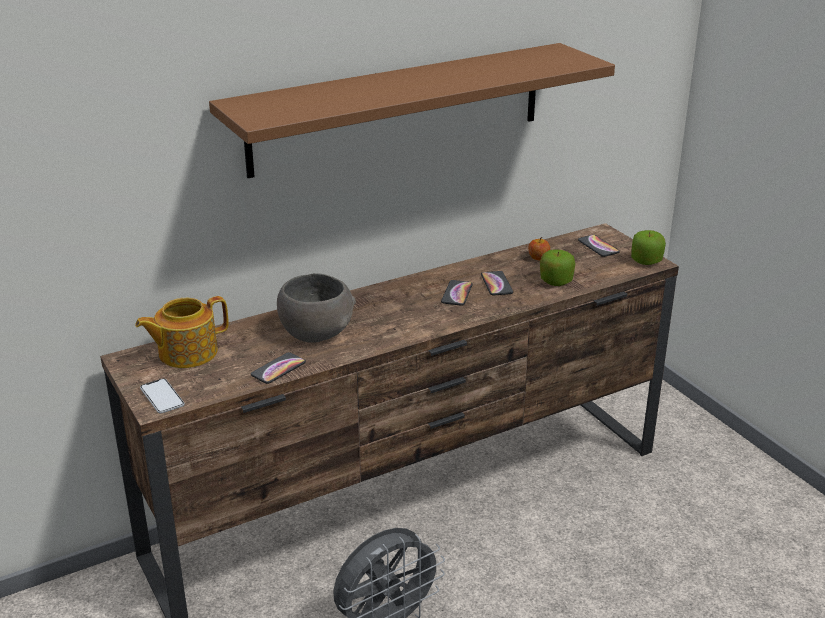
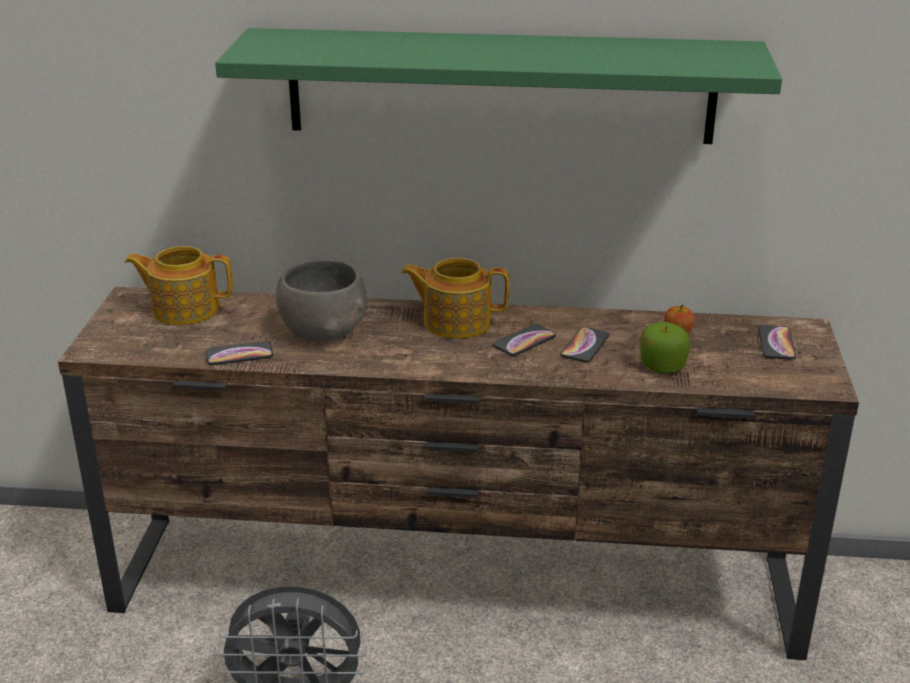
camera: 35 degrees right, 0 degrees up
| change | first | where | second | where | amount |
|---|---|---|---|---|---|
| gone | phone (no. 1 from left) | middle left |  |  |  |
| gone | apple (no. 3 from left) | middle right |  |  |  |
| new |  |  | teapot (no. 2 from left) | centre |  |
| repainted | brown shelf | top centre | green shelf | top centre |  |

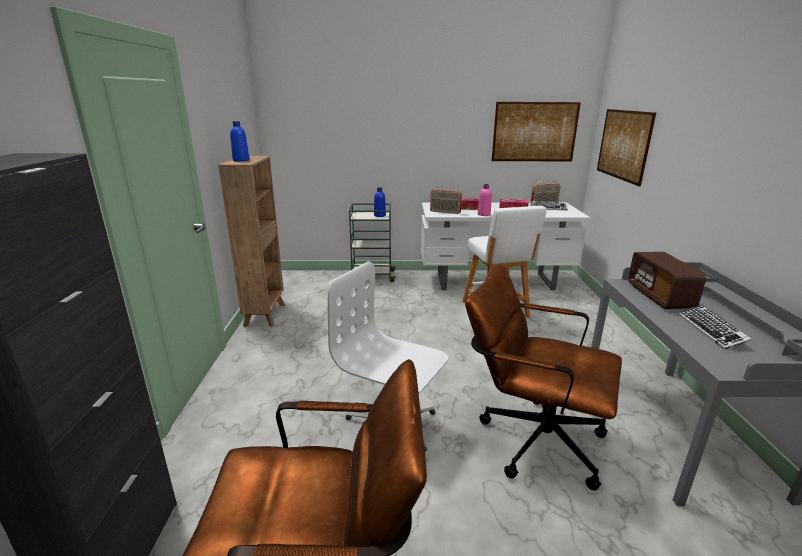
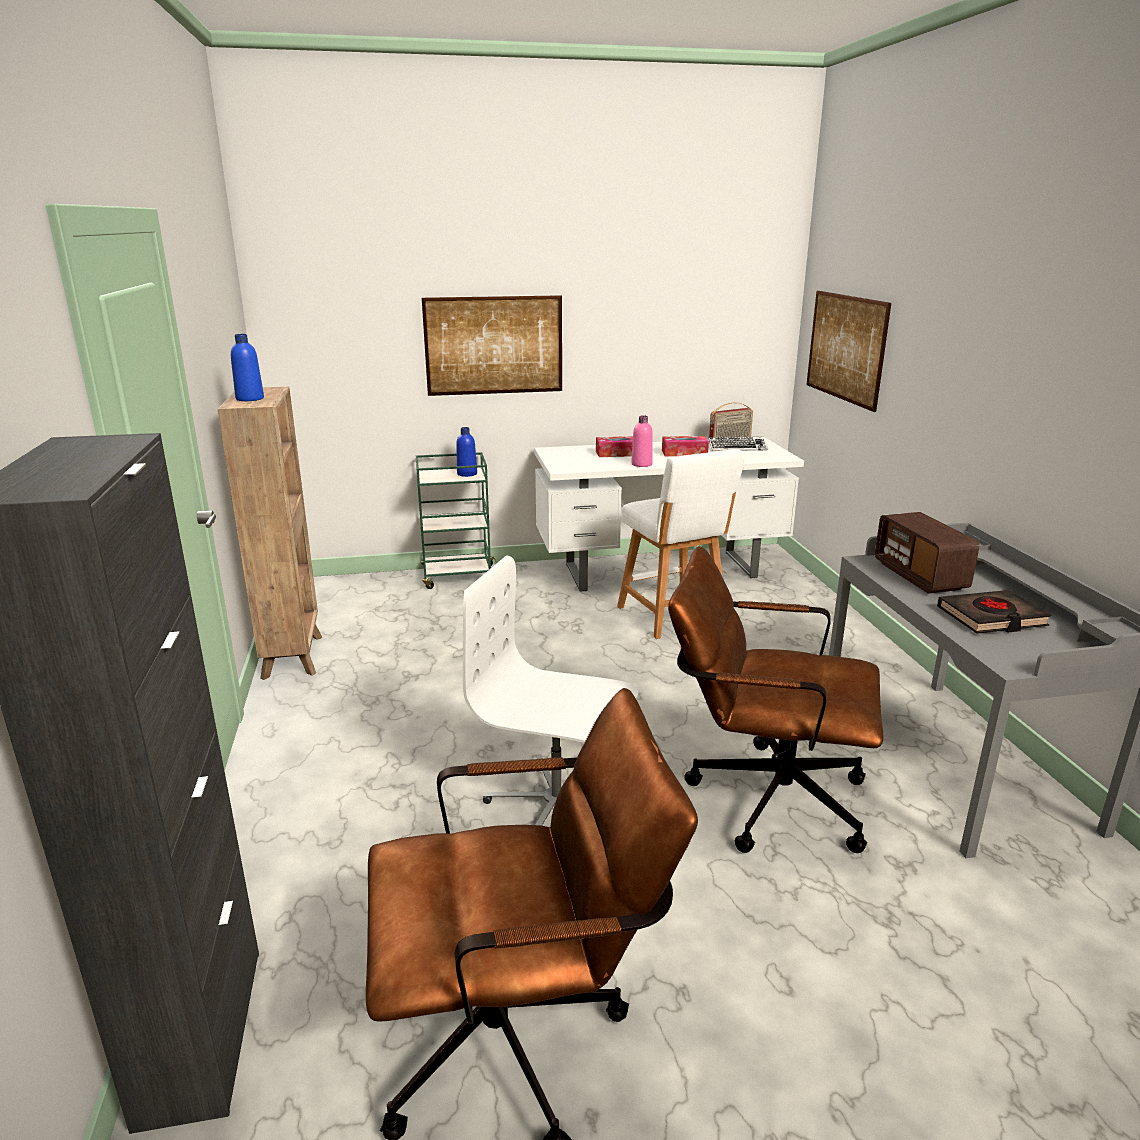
camera: 10 degrees left, 0 degrees up
| change | first | where | second | where | amount |
|---|---|---|---|---|---|
| gone | radio (no. 1 from left) | centre |  |  |  |
| shifted | picture (no. 1 from left) | top right |  | top centre |  |
| swapped | keyboard (no. 2 from left) | middle right | black book | middle right |  |

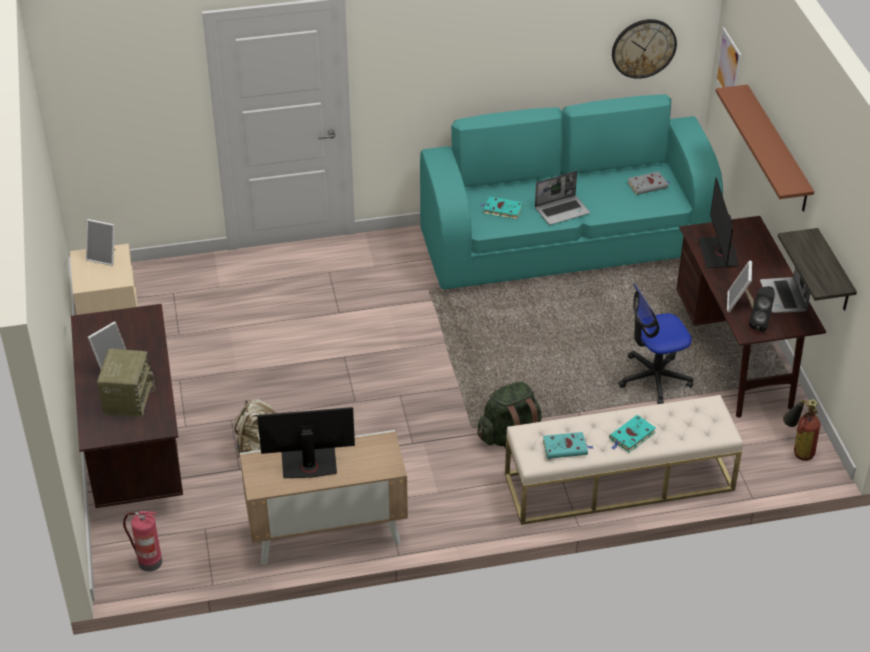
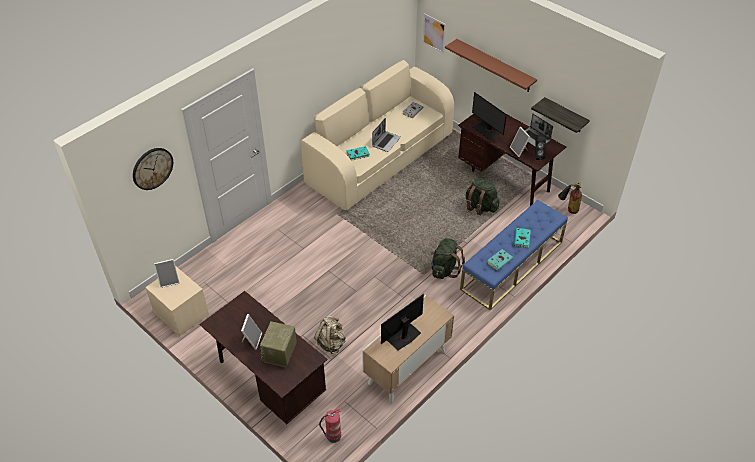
camera: 35 degrees left, 5 degrees up
| change | first | where | second | where | amount |
|---|---|---|---|---|---|
| shifted | wall clock | top right |  | middle left |  |
| swapped | office chair | middle right | green backpack (no. 2 from left) | centre |  |
| repainted | turquoise sofa | top centre | beige sofa | top centre |  |
| repainted | beige bench | bottom right | blue bench | middle right |  |
| rotated | radio | middle left |  | bottom centre | 135 degrees counterclockwise |

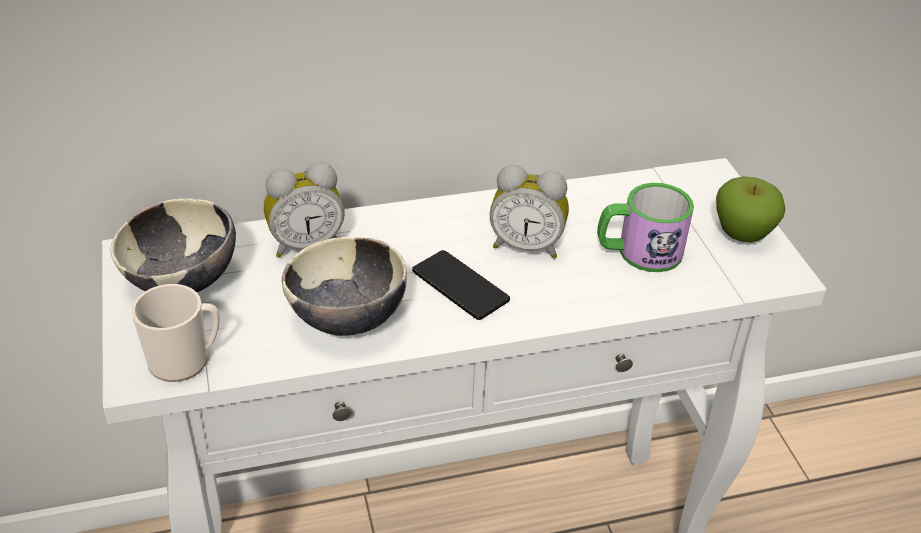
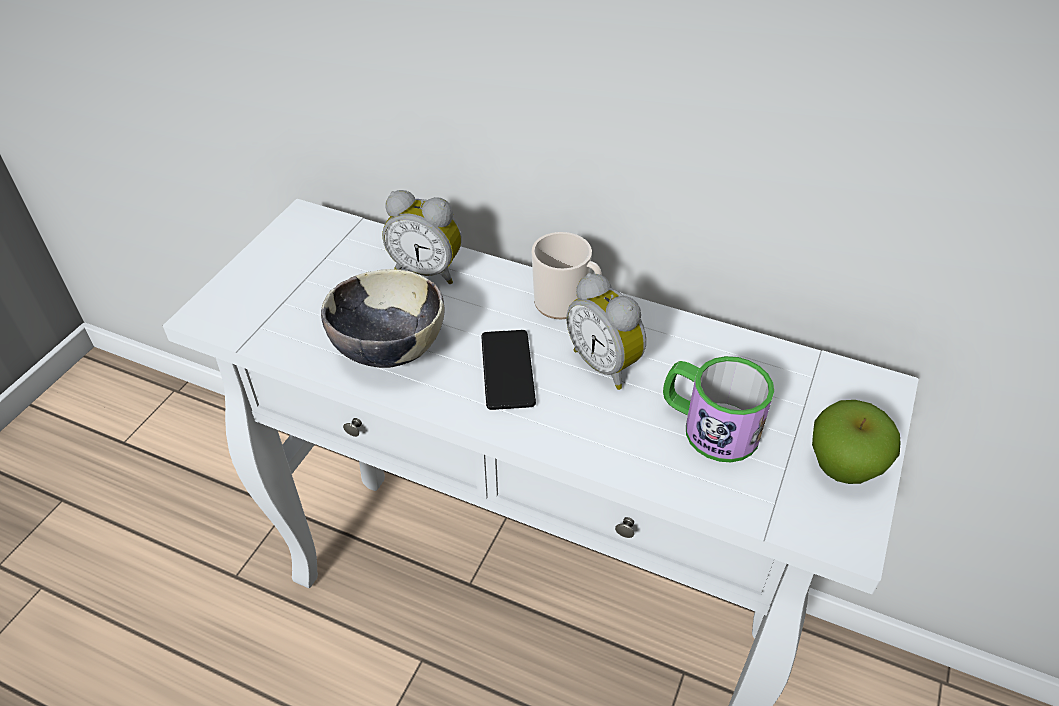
camera: 40 degrees right, 5 degrees up
| change | first | where | second | where | amount |
|---|---|---|---|---|---|
| gone | bowl (no. 1 from left) | middle left |  |  |  |
| shifted | mug (no. 1 from left) | middle left |  | centre |  |

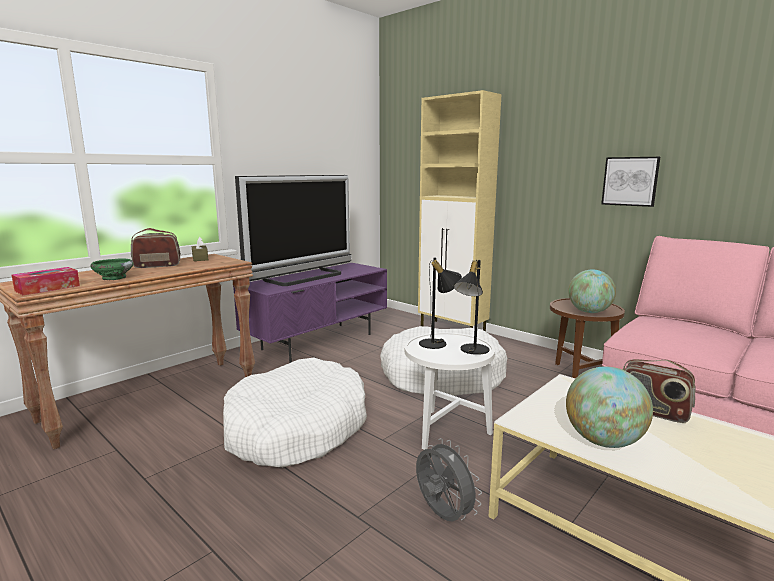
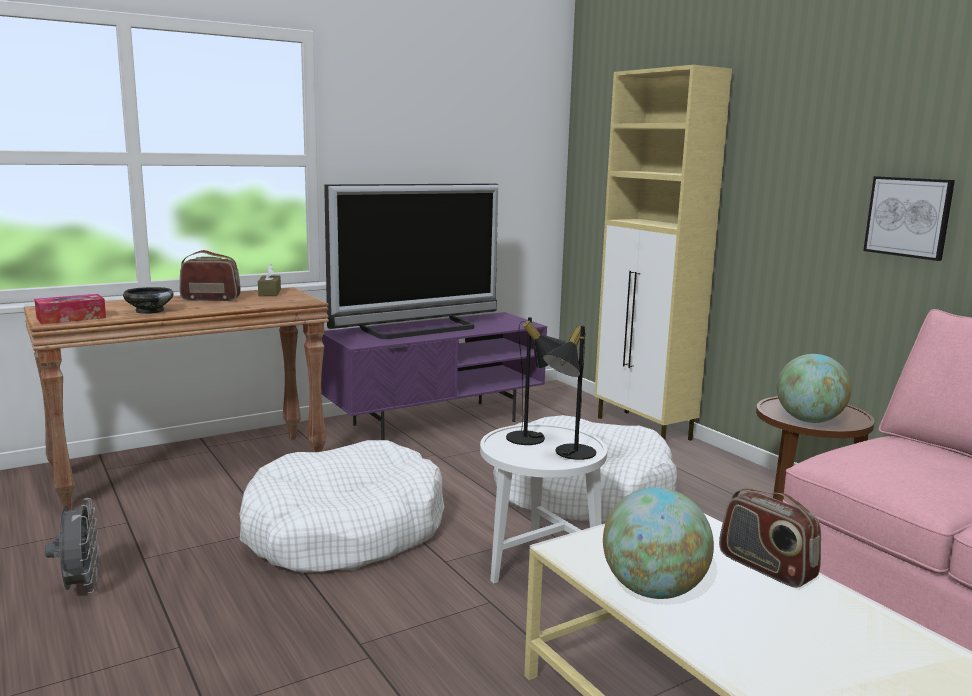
camera: 15 degrees right, 0 degrees up
| change | first | where | second | where | amount |
|---|---|---|---|---|---|
| shifted | grey fan | bottom centre |  | bottom left |  |
| repainted | green bowl | middle left | black bowl | middle left |  |

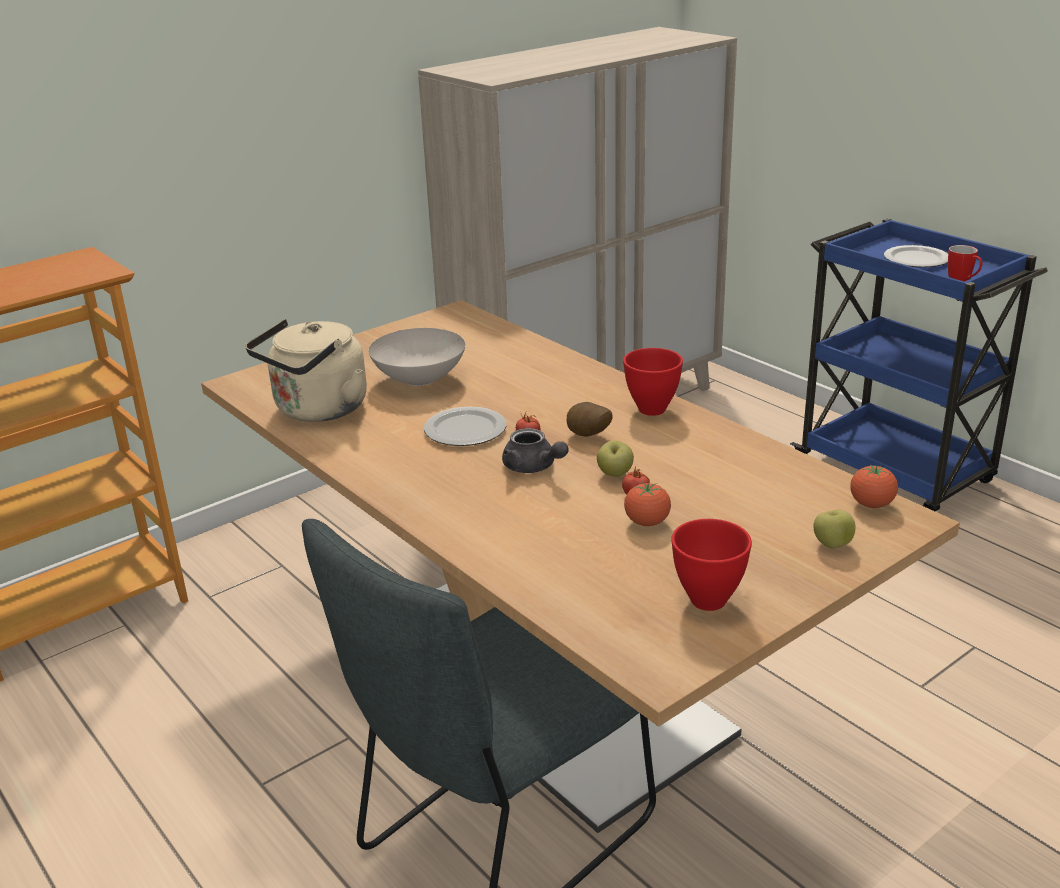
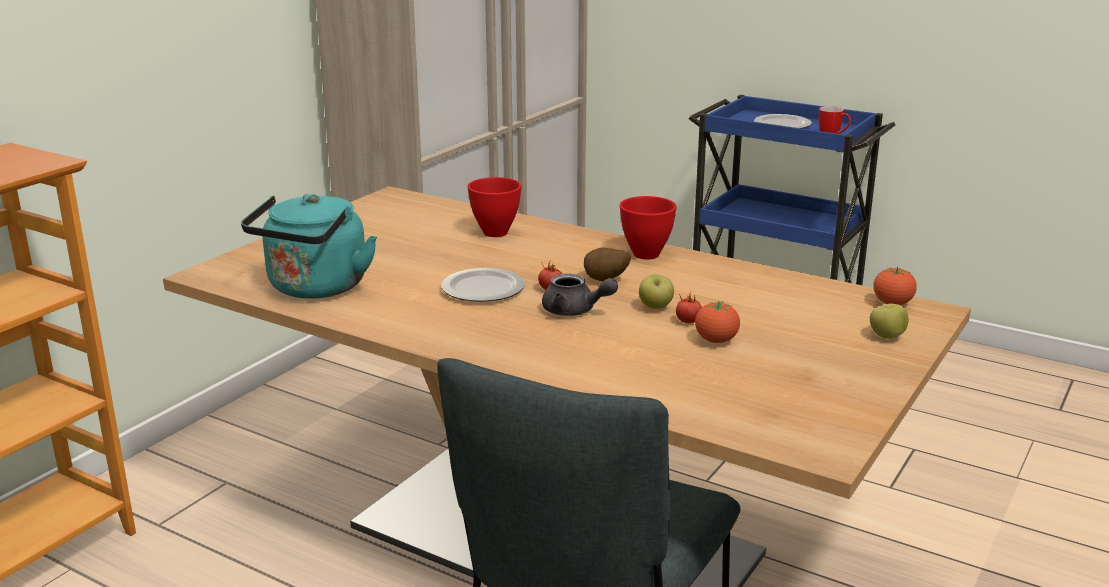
camera: 20 degrees left, 5 degrees down
| change | first | where | second | where | amount |
|---|---|---|---|---|---|
| gone | white bowl | centre |  |  |  |
| shifted | red bowl (no. 2 from left in the first image) | middle right | red bowl (no. 1 from left) | centre |  |
| repainted | beige kettle | middle left | turquoise kettle | middle left |  |

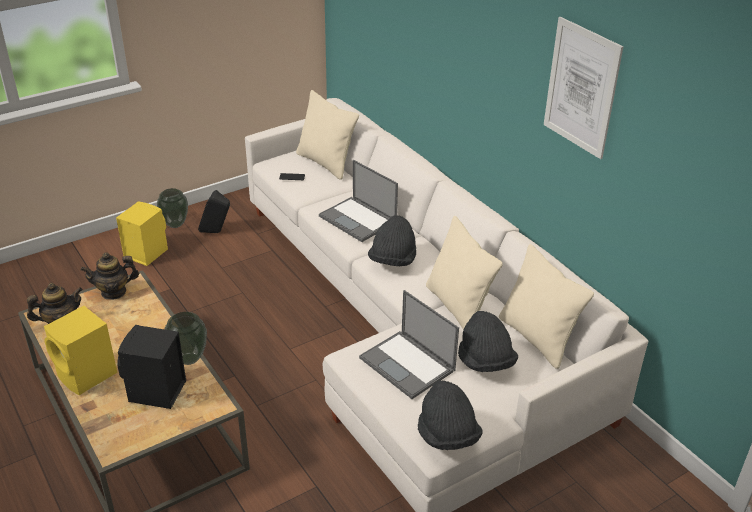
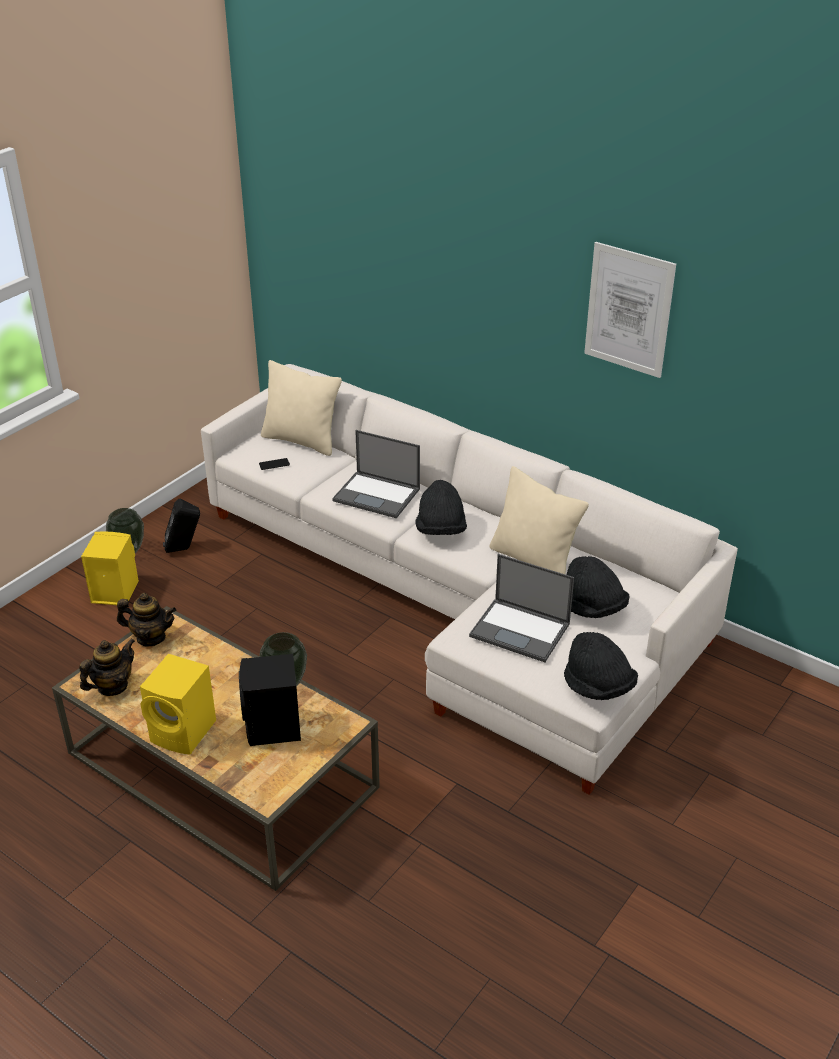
camera: 20 degrees left, 0 degrees up
| change | first | where | second | where | amount |
|---|---|---|---|---|---|
| gone | beige pillow (no. 3 from left) | middle right |  |  |  |
| rotated | teapot (no. 2 from left) | middle left |  | middle left | 135 degrees counterclockwise |

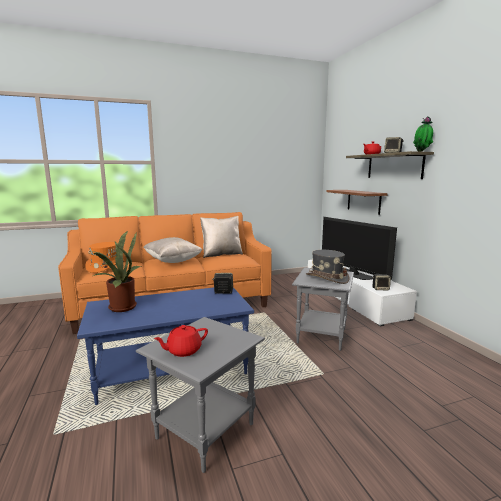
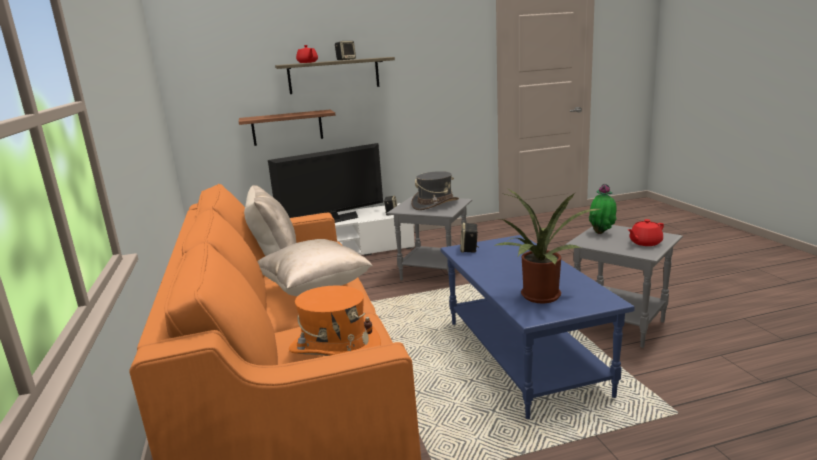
camera: 85 degrees left, 5 degrees up
| change | first | where | second | where | amount |
|---|---|---|---|---|---|
| shifted | potted plant (no. 2 from left) | top right |  | middle right |  |
| rotated | red teapot (no. 1 from left in the first image) | bottom centre | red teapot (no. 2 from left) | middle right | 90 degrees clockwise |

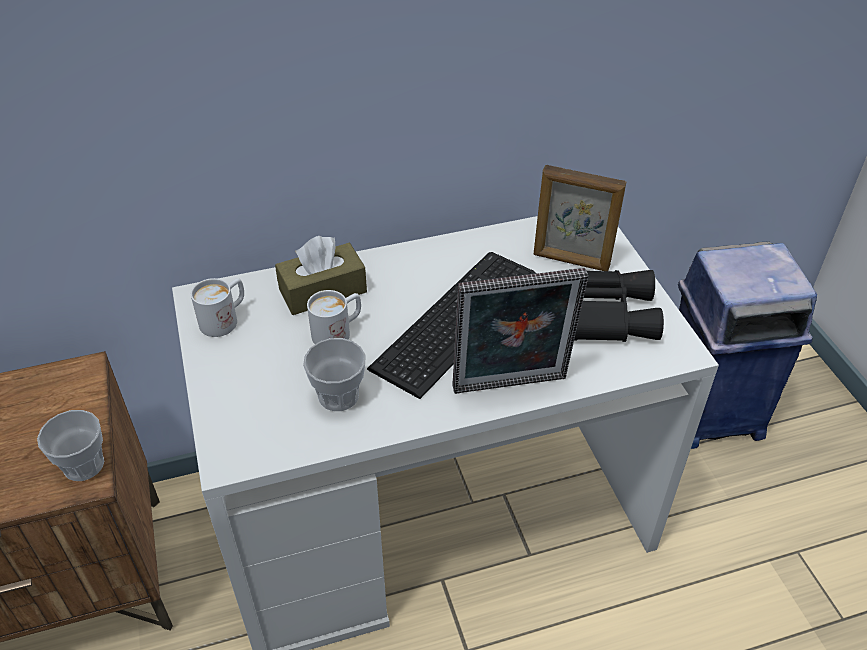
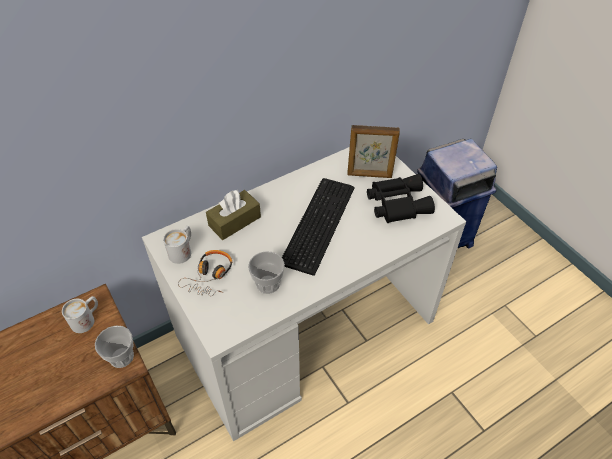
camera: 15 degrees left, 5 degrees up
| change | first | where | second | where | amount |
|---|---|---|---|---|---|
| gone | picture frame (no. 1 from left) | centre |  |  |  |
| new |  |  | headphones | centre |  |
| shifted | white mug (no. 2 from left in the first image) | centre | white mug (no. 1 from left) | bottom left |  |

